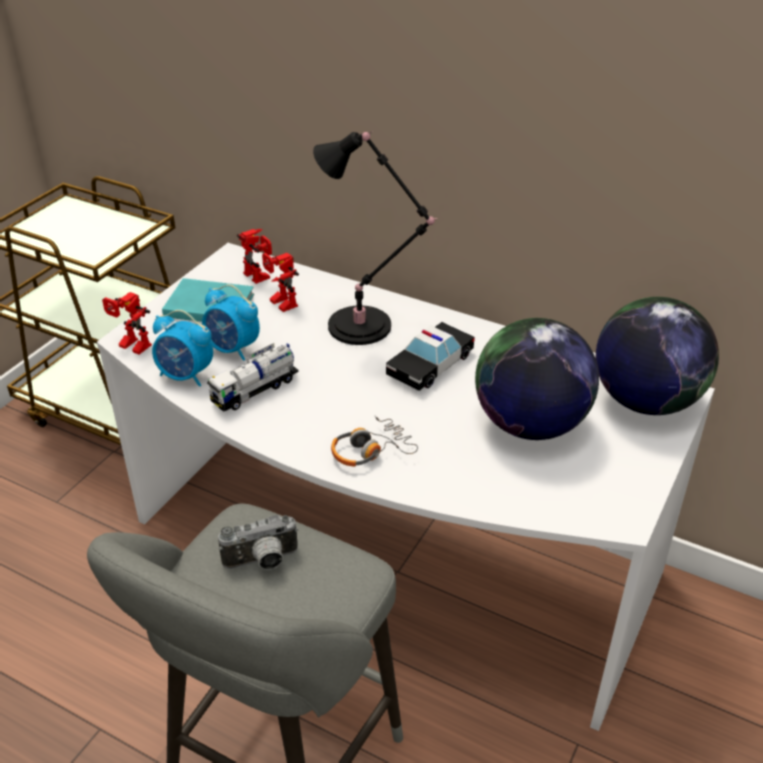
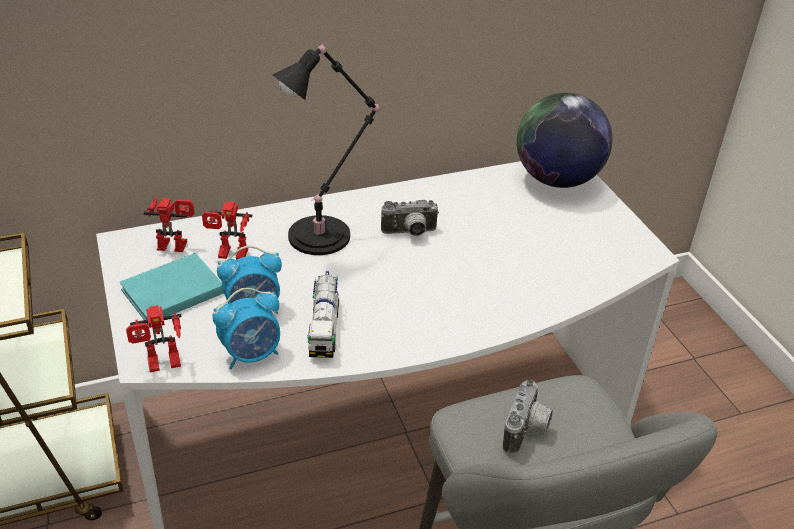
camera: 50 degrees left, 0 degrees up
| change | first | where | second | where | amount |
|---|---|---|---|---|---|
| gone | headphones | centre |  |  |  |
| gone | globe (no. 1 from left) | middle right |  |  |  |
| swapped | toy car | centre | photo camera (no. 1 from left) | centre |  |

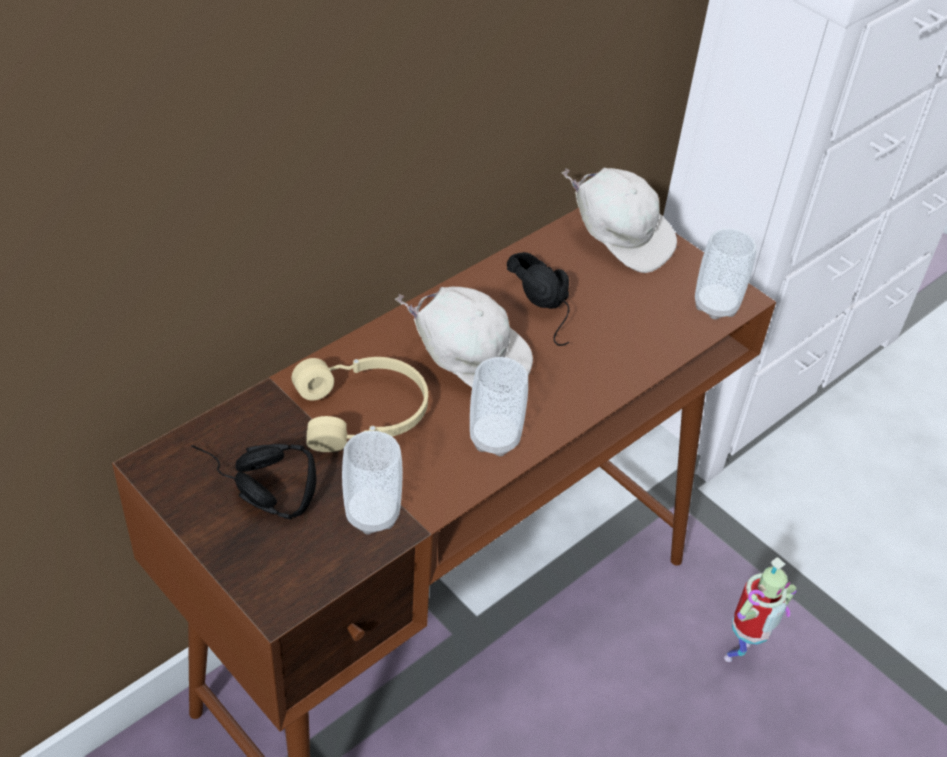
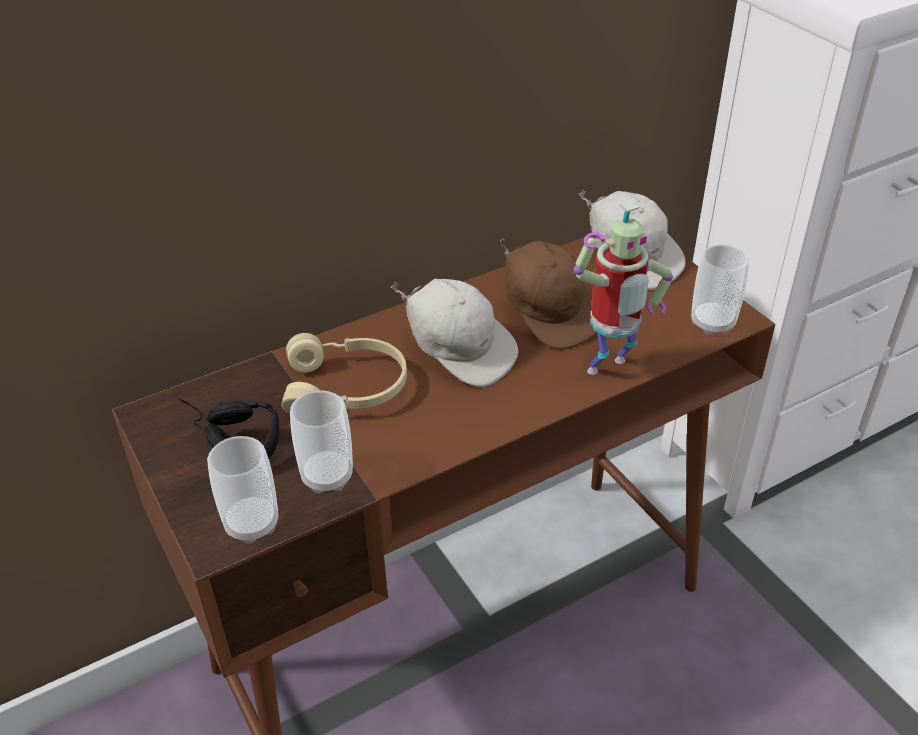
camera: 15 degrees right, 5 degrees down
| change | first | where | second | where | amount |
|---|---|---|---|---|---|
| shifted | cup (no. 2 from left in the first image) | centre | cup (no. 1 from left) | bottom left |  |
| shifted | toy robot | bottom right |  | middle right |  |
| swapped | black headphones (no. 2 from left) | centre | brown cap | centre |  |

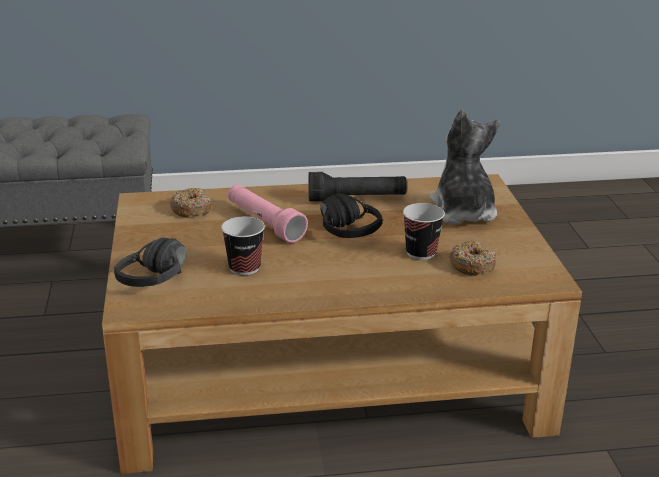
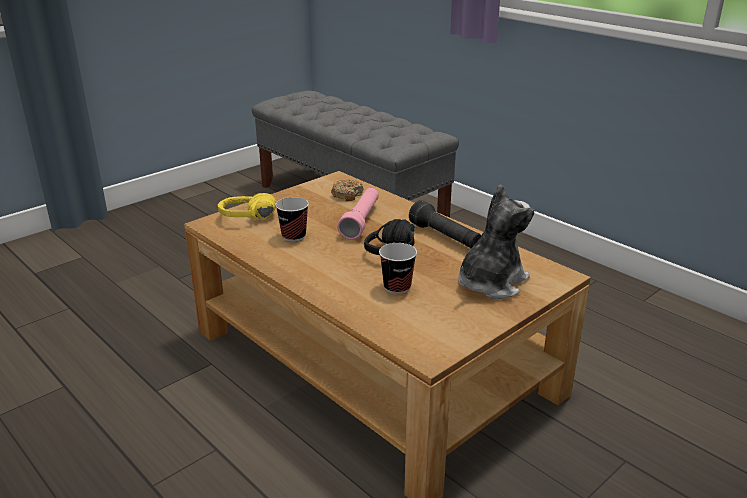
camera: 55 degrees right, 0 degrees up
| change | first | where | second | where | amount |
|---|---|---|---|---|---|
| gone | donut (no. 2 from left) | middle right |  |  |  |
| repainted | black headphones (no. 1 from left) | middle left | yellow headphones | middle left |  |

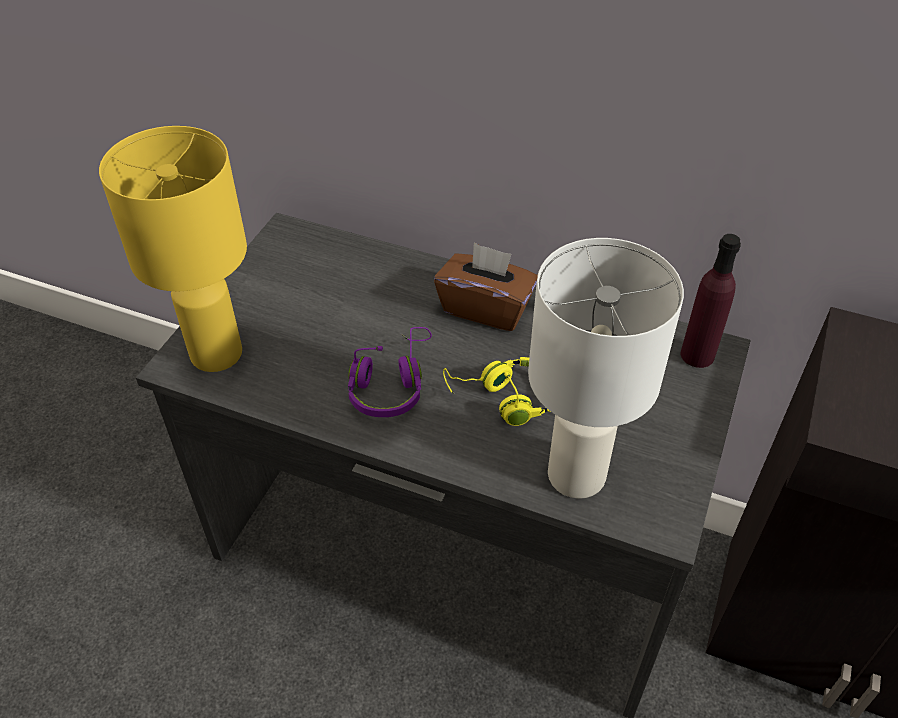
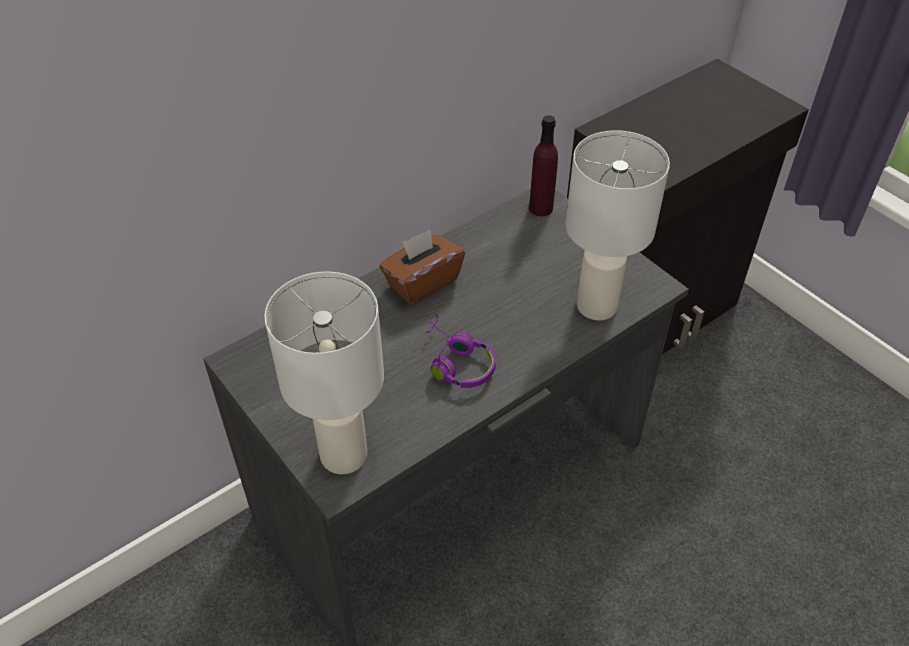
camera: 60 degrees left, 0 degrees up
| change | first | where | second | where | amount |
|---|---|---|---|---|---|
| gone | yellow headphones | centre |  |  |  |
| repainted | yellow table lamp | middle left | white table lamp (no. 1 from left) | centre |  |

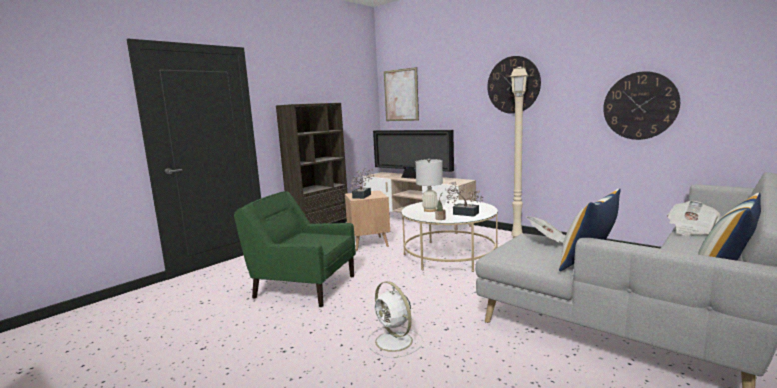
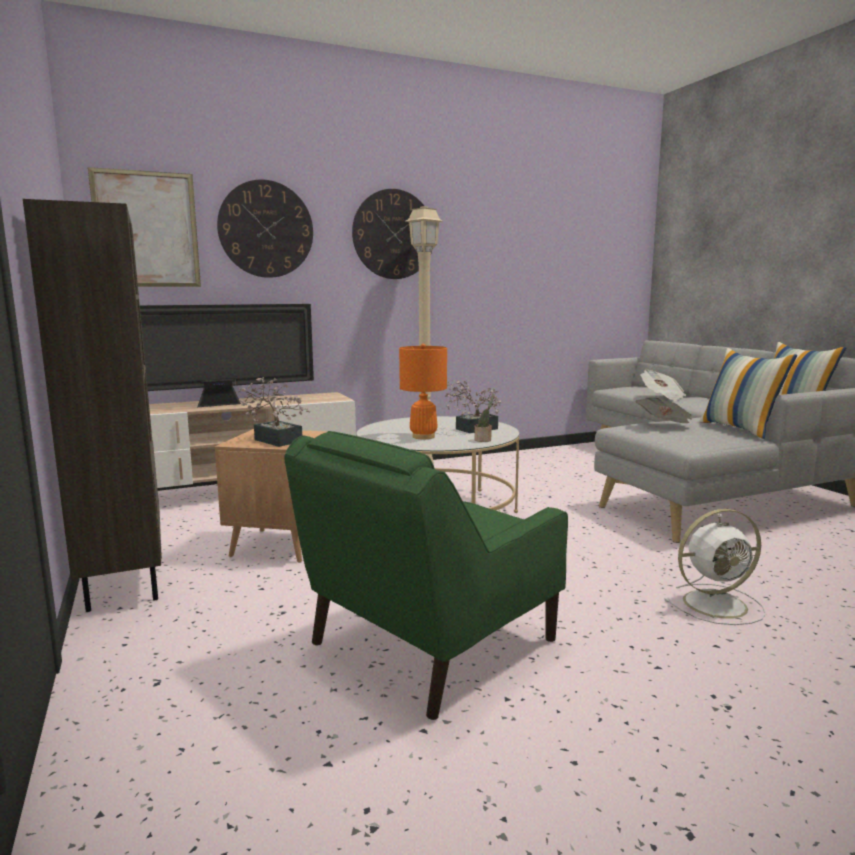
camera: 65 degrees left, 0 degrees up
| change | first | where | second | where | amount |
|---|---|---|---|---|---|
| shifted | wall clock (no. 2 from left in the first image) | top right | wall clock (no. 1 from left) | top left |  |
| repainted | white table lamp | centre | orange table lamp | centre |  |

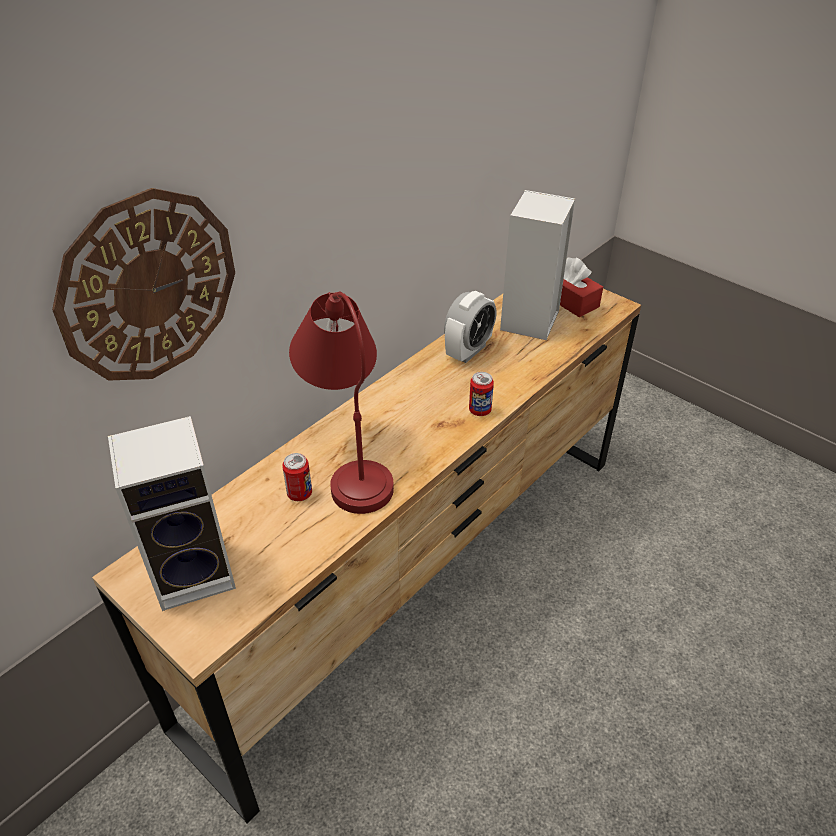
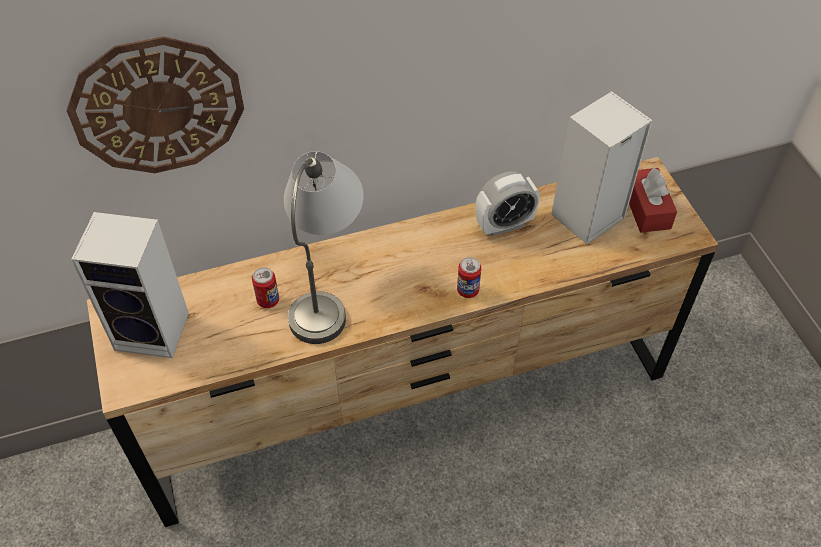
camera: 30 degrees right, 10 degrees up
| change | first | where | second | where | amount |
|---|---|---|---|---|---|
| repainted | red table lamp | centre | grey table lamp | centre |  |

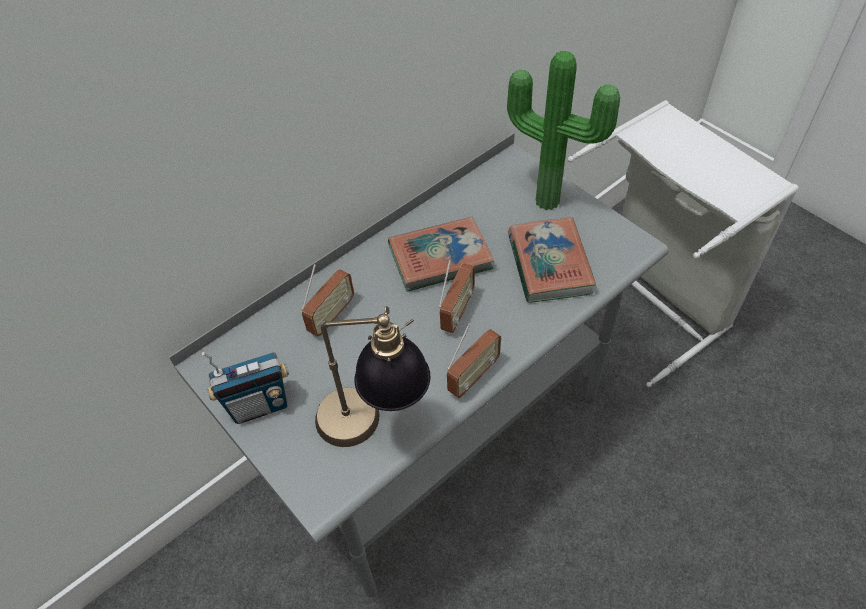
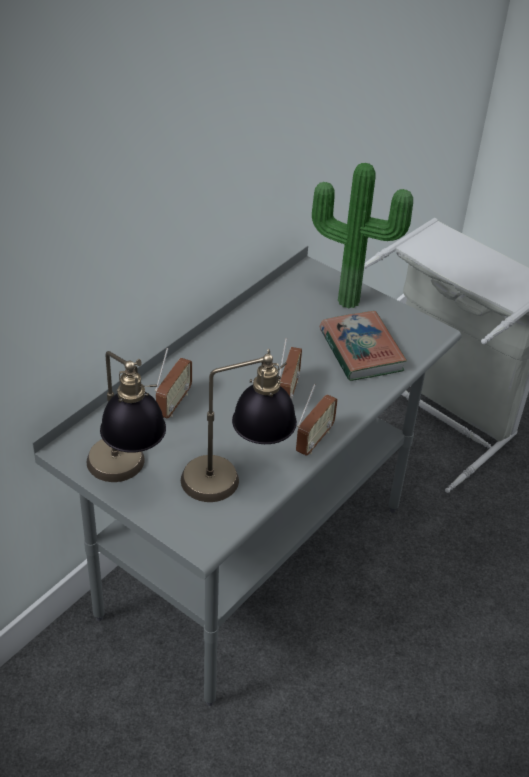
camera: 15 degrees left, 10 degrees down
| change | first | where | second | where | amount |
|---|---|---|---|---|---|
| gone | book (no. 1 from left) | centre |  |  |  |
| swapped | radio (no. 1 from left) | middle left | table lamp (no. 1 from left) | middle left |  |

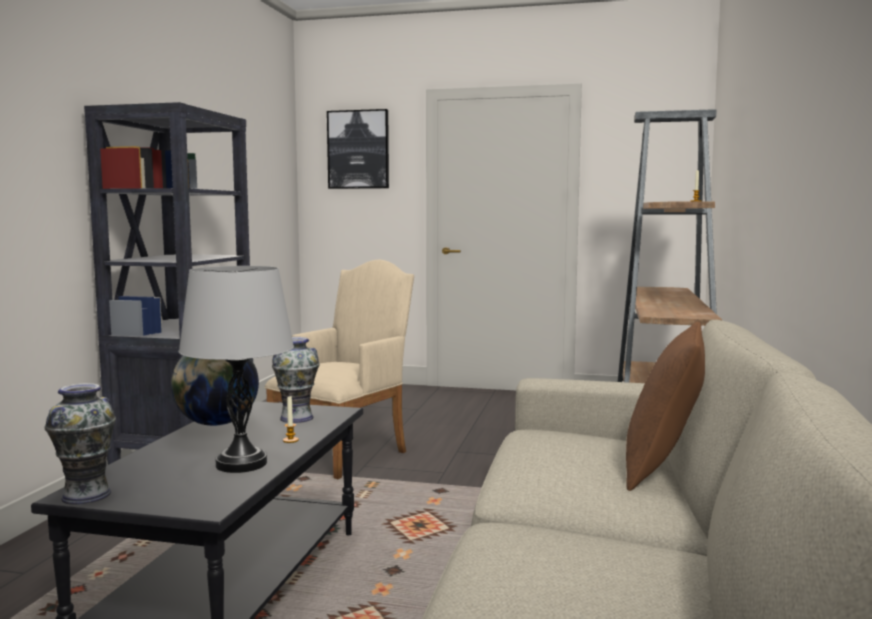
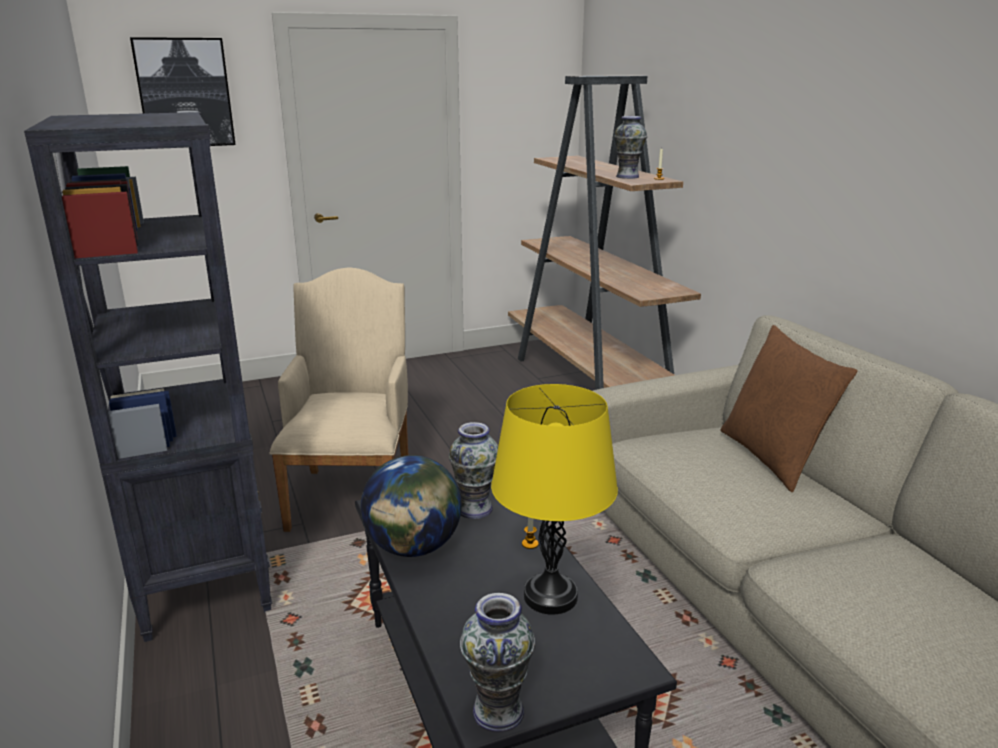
camera: 35 degrees left, 15 degrees up
| change | first | where | second | where | amount |
|---|---|---|---|---|---|
| new |  |  | vase (no. 3 from left) | top centre |  |
| repainted | grey table lamp | middle left | yellow table lamp | bottom centre |  |

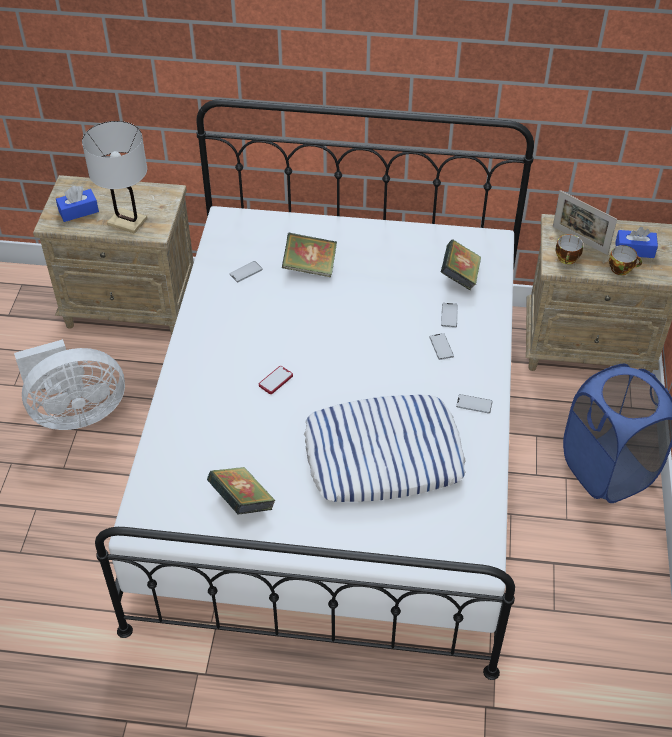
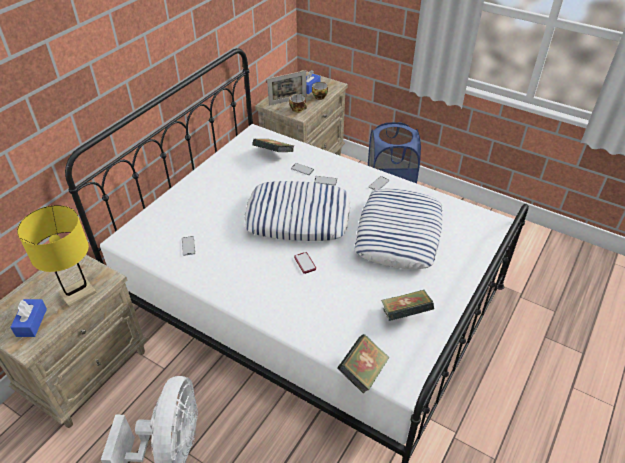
camera: 65 degrees left, 5 degrees down
| change | first | where | second | where | amount |
|---|---|---|---|---|---|
| new |  |  | pillow (no. 1 from left) | centre |  |
| shifted | book (no. 2 from left) | centre |  | bottom centre |  |
| repainted | white table lamp | top left | yellow table lamp | middle left |  |

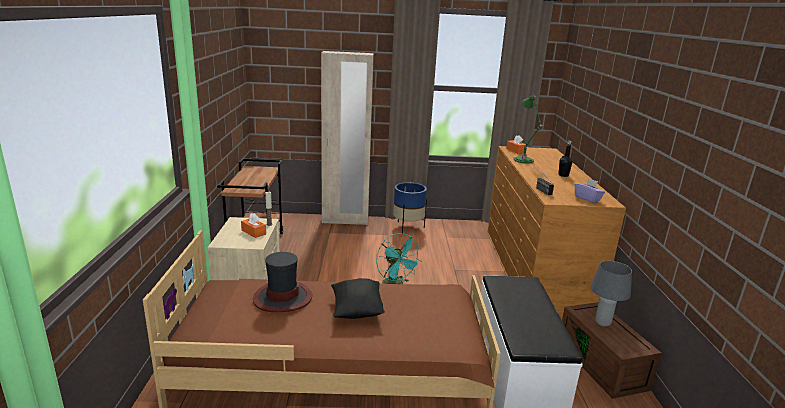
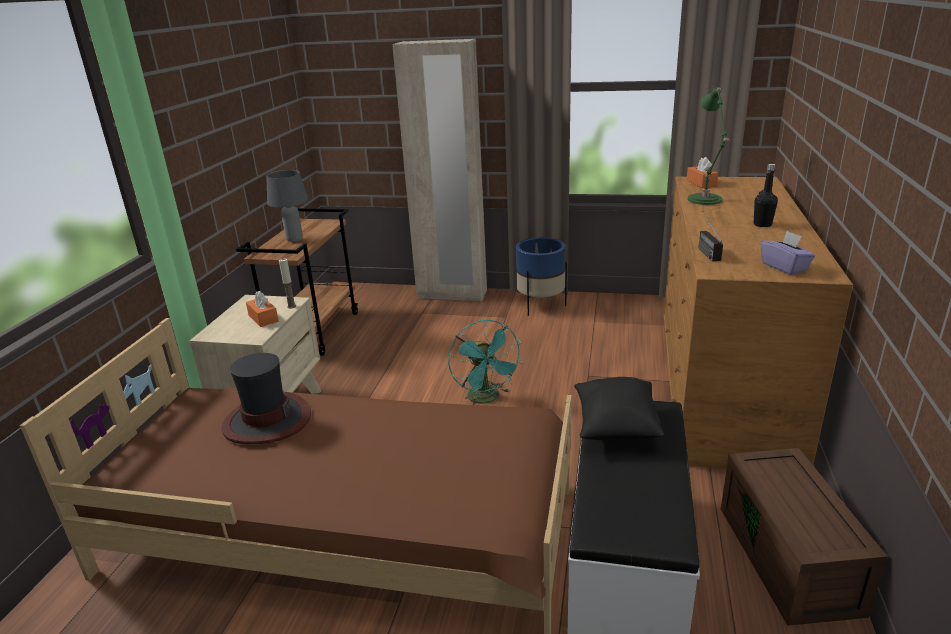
camera: 15 degrees right, 5 degrees up
| change | first | where | second | where | amount |
|---|---|---|---|---|---|
| shifted | black pillow | bottom centre |  | centre |  |
| shifted | grey table lamp | bottom right |  | top left |  |

